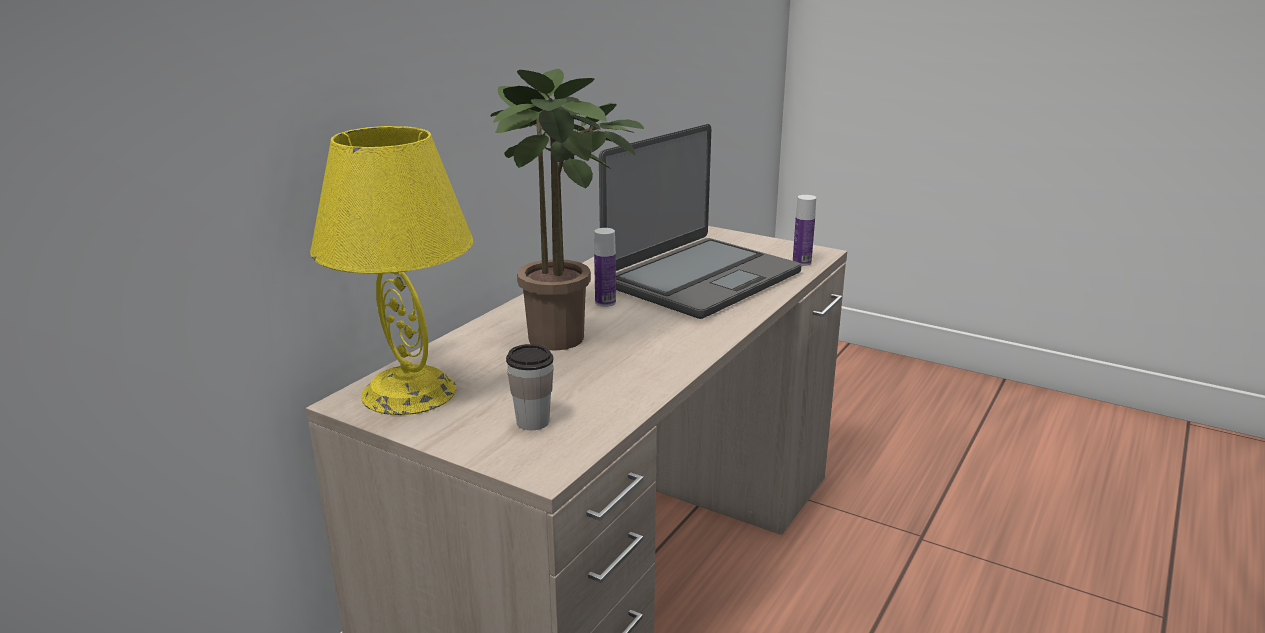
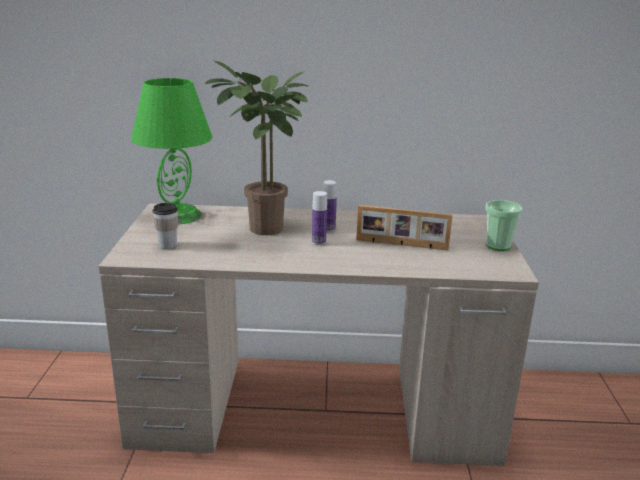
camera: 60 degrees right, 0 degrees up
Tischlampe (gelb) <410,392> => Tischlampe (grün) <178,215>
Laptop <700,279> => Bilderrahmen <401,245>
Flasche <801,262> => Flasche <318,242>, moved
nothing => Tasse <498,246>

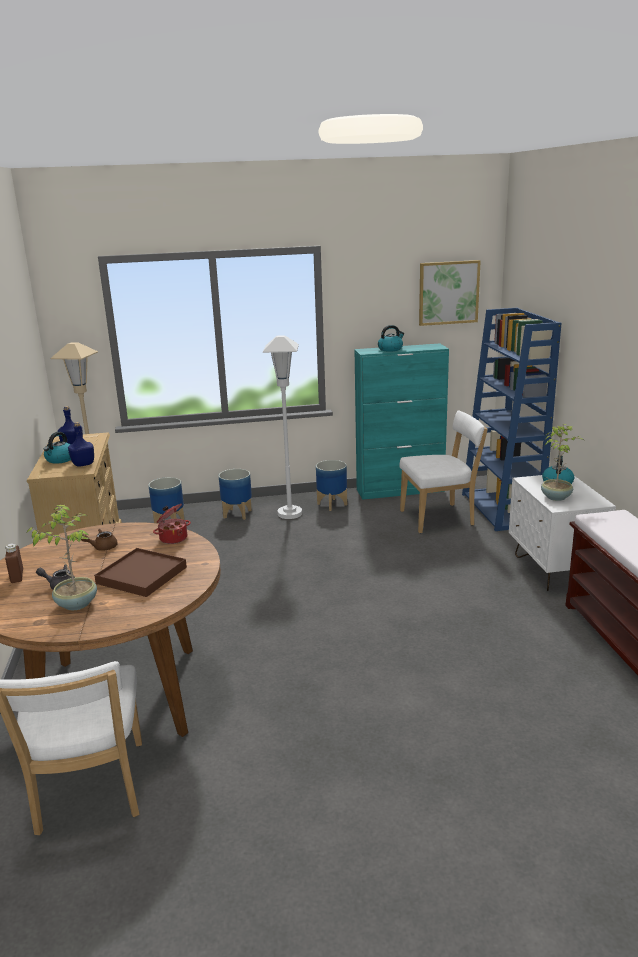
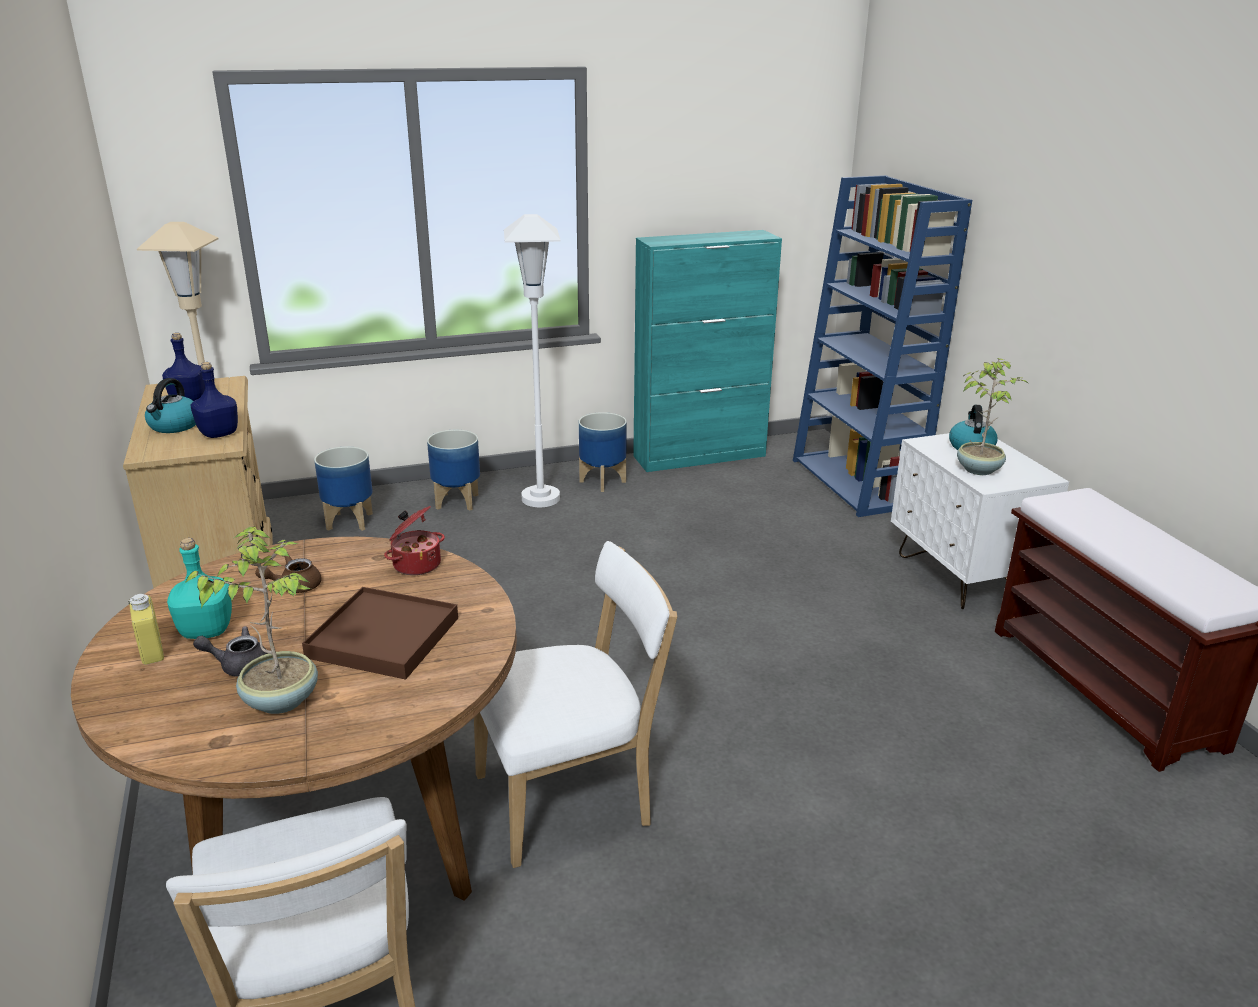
camera: 10 degrees left, 5 degrees up
Flasche (braun) <17,576> => Flasche (gelb) <151,650>
Wasserkessel <390,349> => nothing
Stuhl (weiß) <440,518> => Stuhl (weiß) <571,799>, moved
Bild <448,292> => nothing
nothing => Flasche (türkis) <206,629>

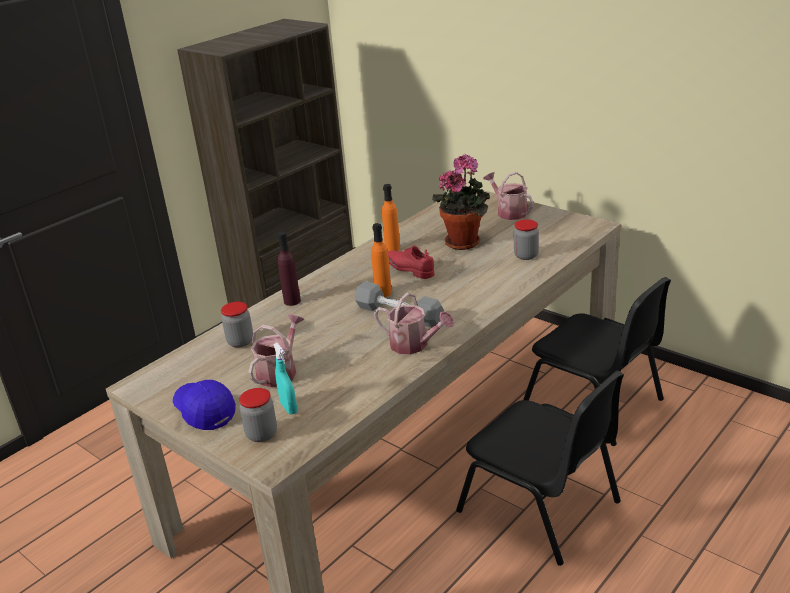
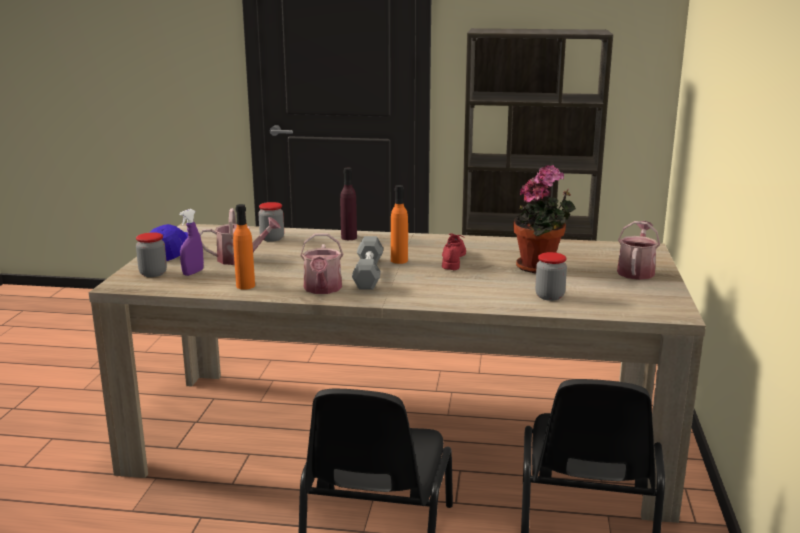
camera: 55 degrees right, 10 degrees down
Sprühflasche (türkis) <289,408> => Sprühflasche (lila) <193,272>
Flasche (orange) <392,248> => Flasche (orange) <245,286>, moved

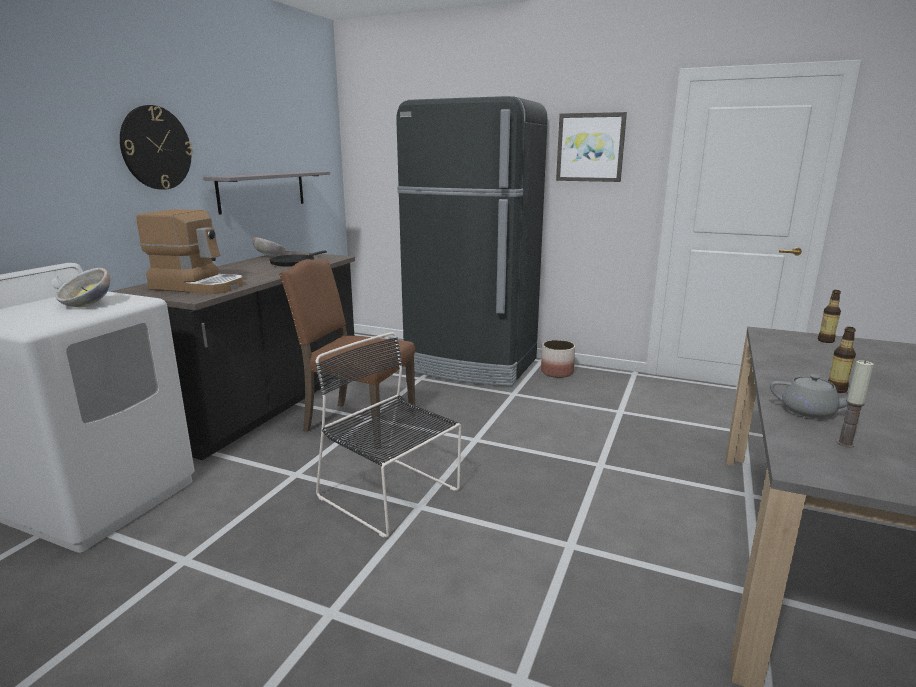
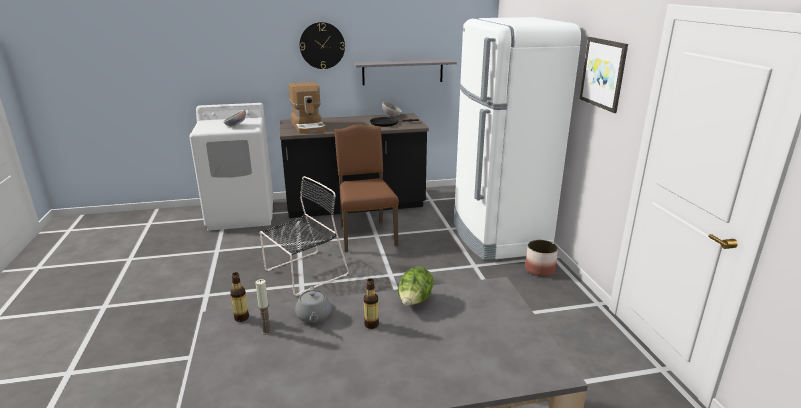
camera: 55 degrees right, 5 degrees up
Stuhl (schwarz) <391,495> => Stuhl (schwarz) <304,273>, 45 degrees clockwise
Kühlschrank (schwarz) <471,365> => Kühlschrank (weiß) <498,236>
Flasche <825,341> => Flasche <241,318>, moved
nothing => Salatkopf <414,302>

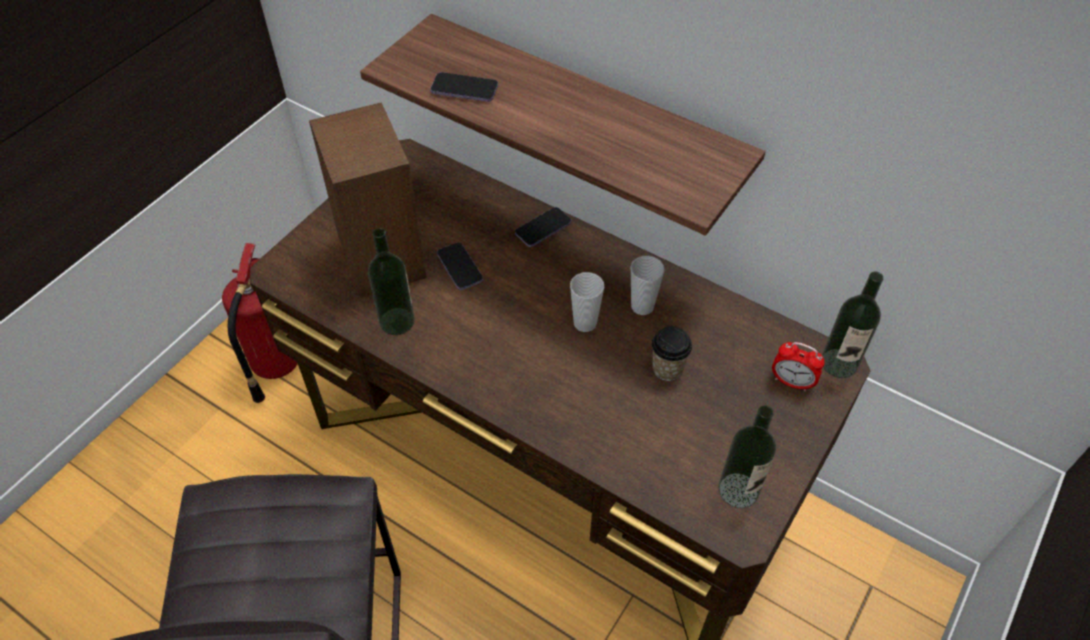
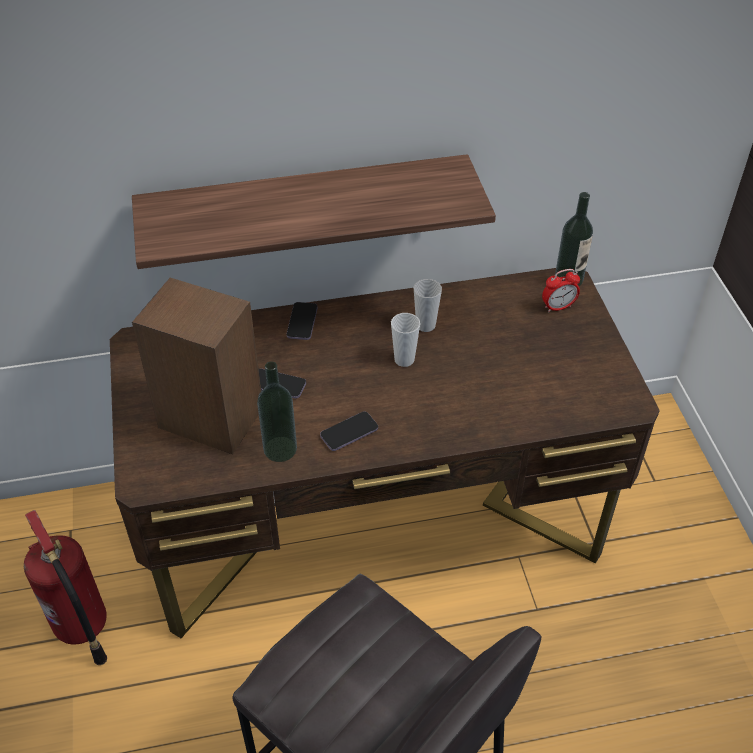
camera: 45 degrees left, 5 degrees down
Handy <464,89> => Handy <349,432>, moved
Tasse <667,369> => nothing
Flasche <738,490> => nothing

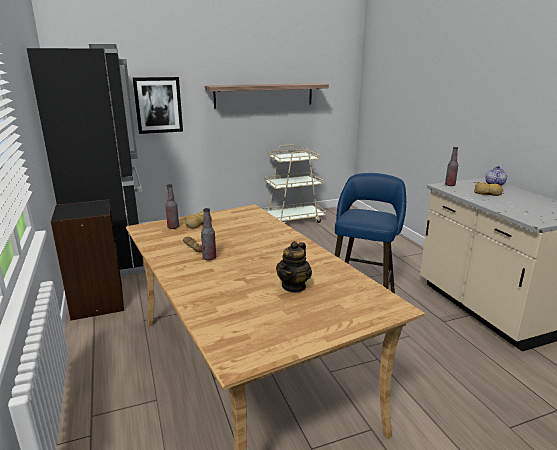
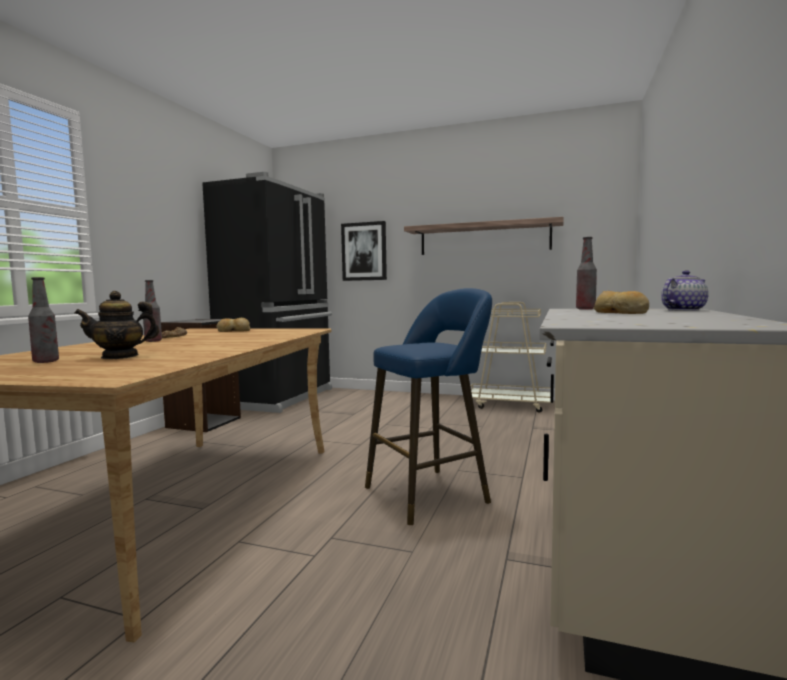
camera: 40 degrees right, 15 degrees down
Flasche <173,227> => Flasche <46,361>, moved

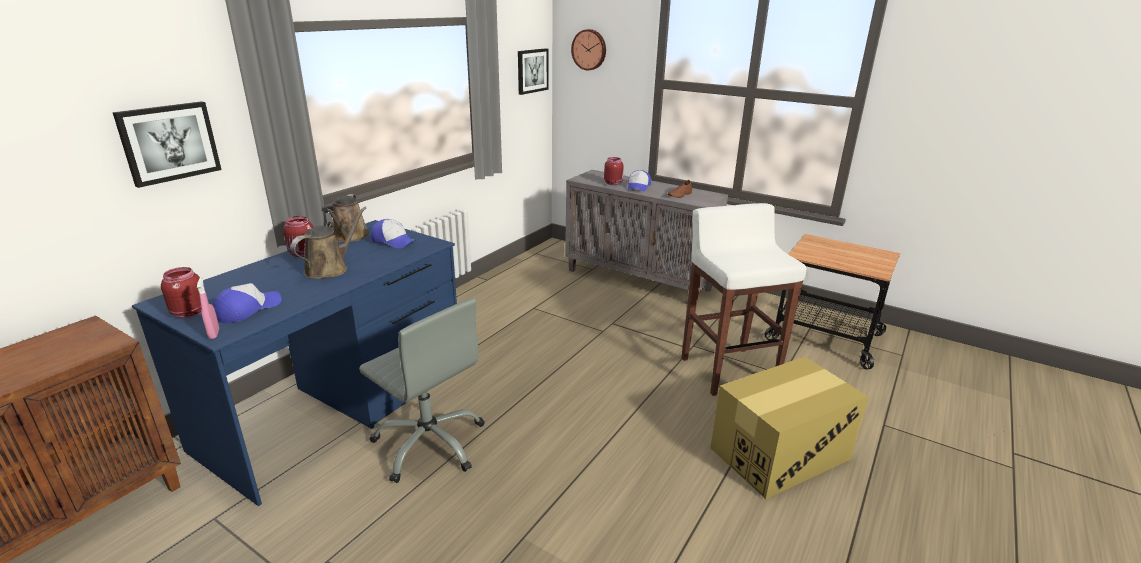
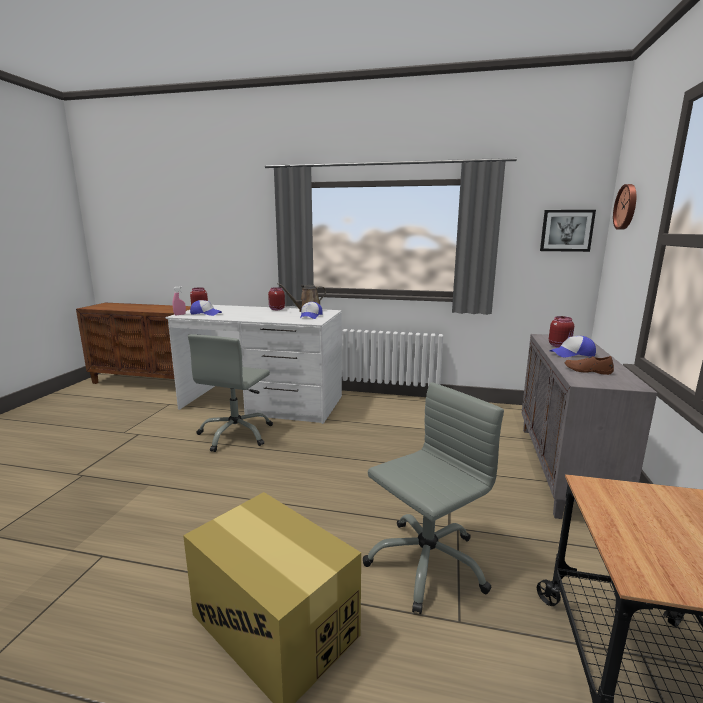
camera: 70 degrees right, 10 degrees down
Bild <169,142> => nothing
Schreibtisch (blau) <338,405> => Schreibtisch (weiß) <263,403>
Gießkanne (braun) <329,269> => nothing
Hocker (weiß) <728,370> => Bürostuhl (grau) <426,563>

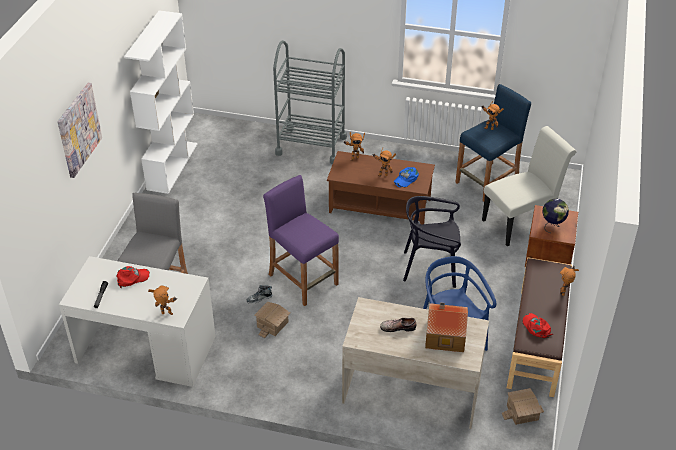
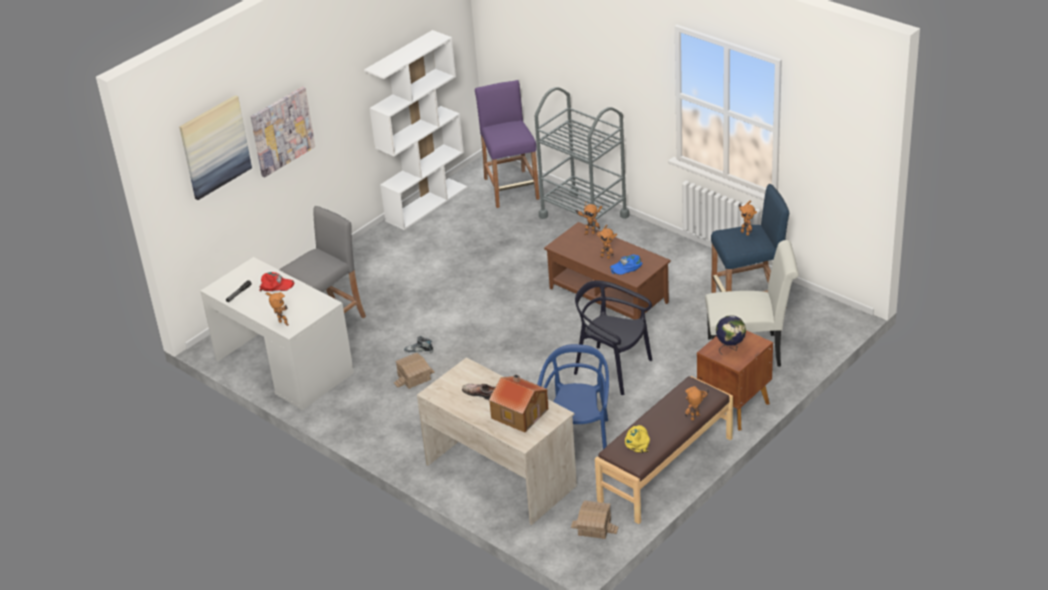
camera: 30 degrees right, 5 degrees down
Hocker (lila) <303,279> => Hocker (lila) <511,188>, moved
Kappe (rot) <536,327> => Kappe (gelb) <637,441>
nothing => Bild <214,147>

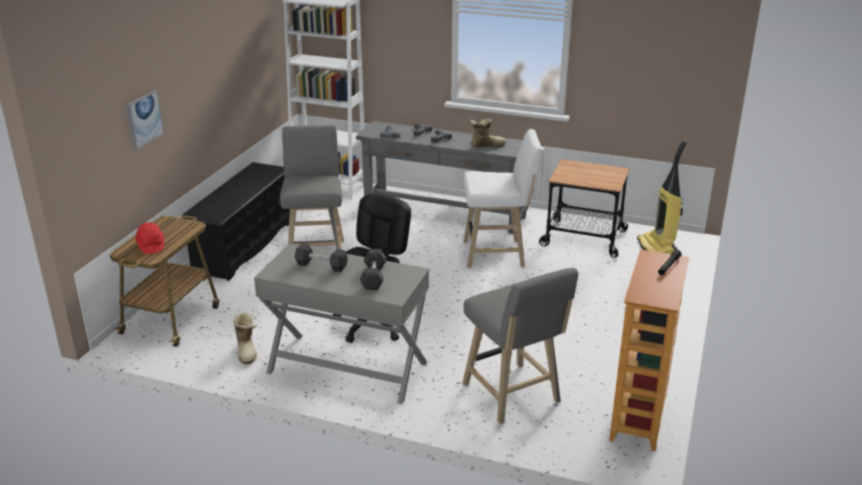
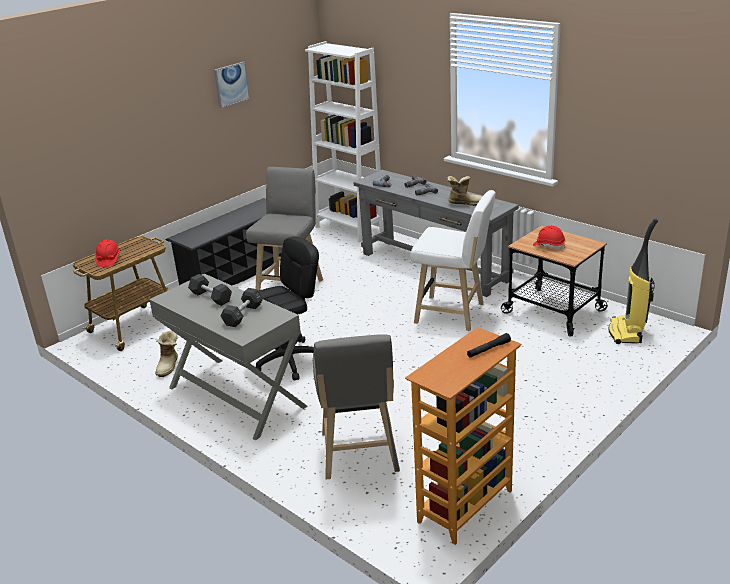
camera: 25 degrees right, 0 degrees up
Bild <144,119> => Bild <231,84>, moved
nothing => Schutzhelm (rot) <549,246>

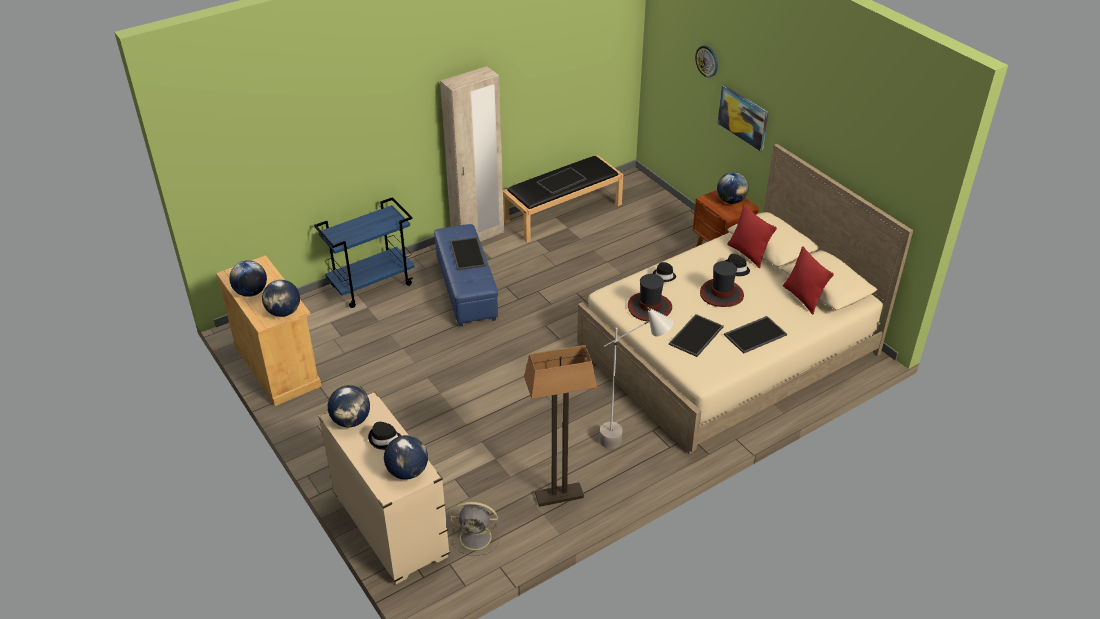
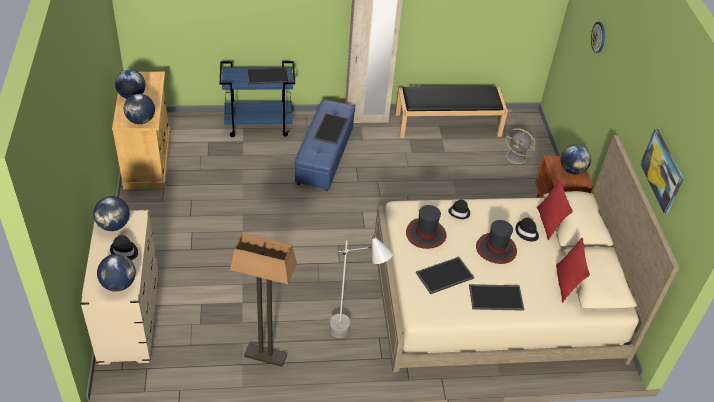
camera: 25 degrees right, 5 degrees up
Ventilator (grau) <477,537> => Ventilator (grau) <517,157>, moved
Tablett <561,181> => Tablett <267,76>, moved
Bild <743,117> => Bild <662,170>, moved

